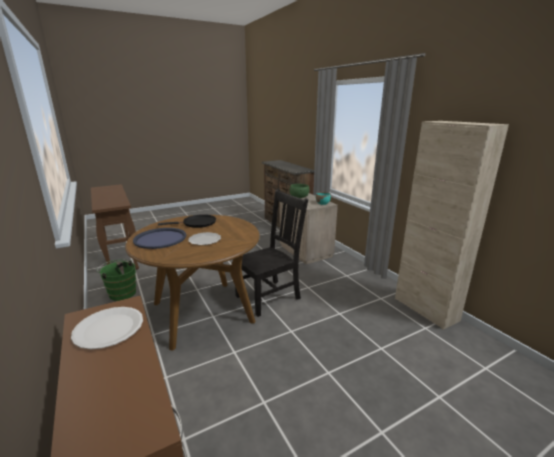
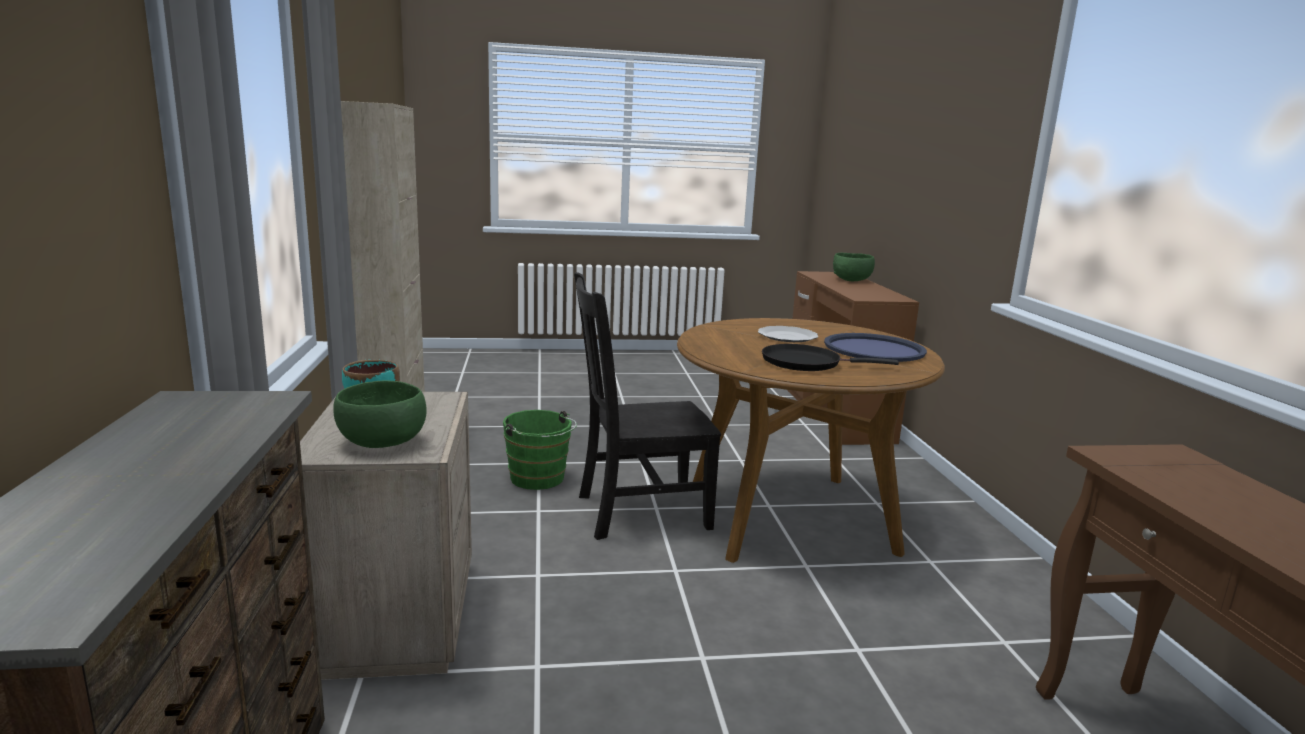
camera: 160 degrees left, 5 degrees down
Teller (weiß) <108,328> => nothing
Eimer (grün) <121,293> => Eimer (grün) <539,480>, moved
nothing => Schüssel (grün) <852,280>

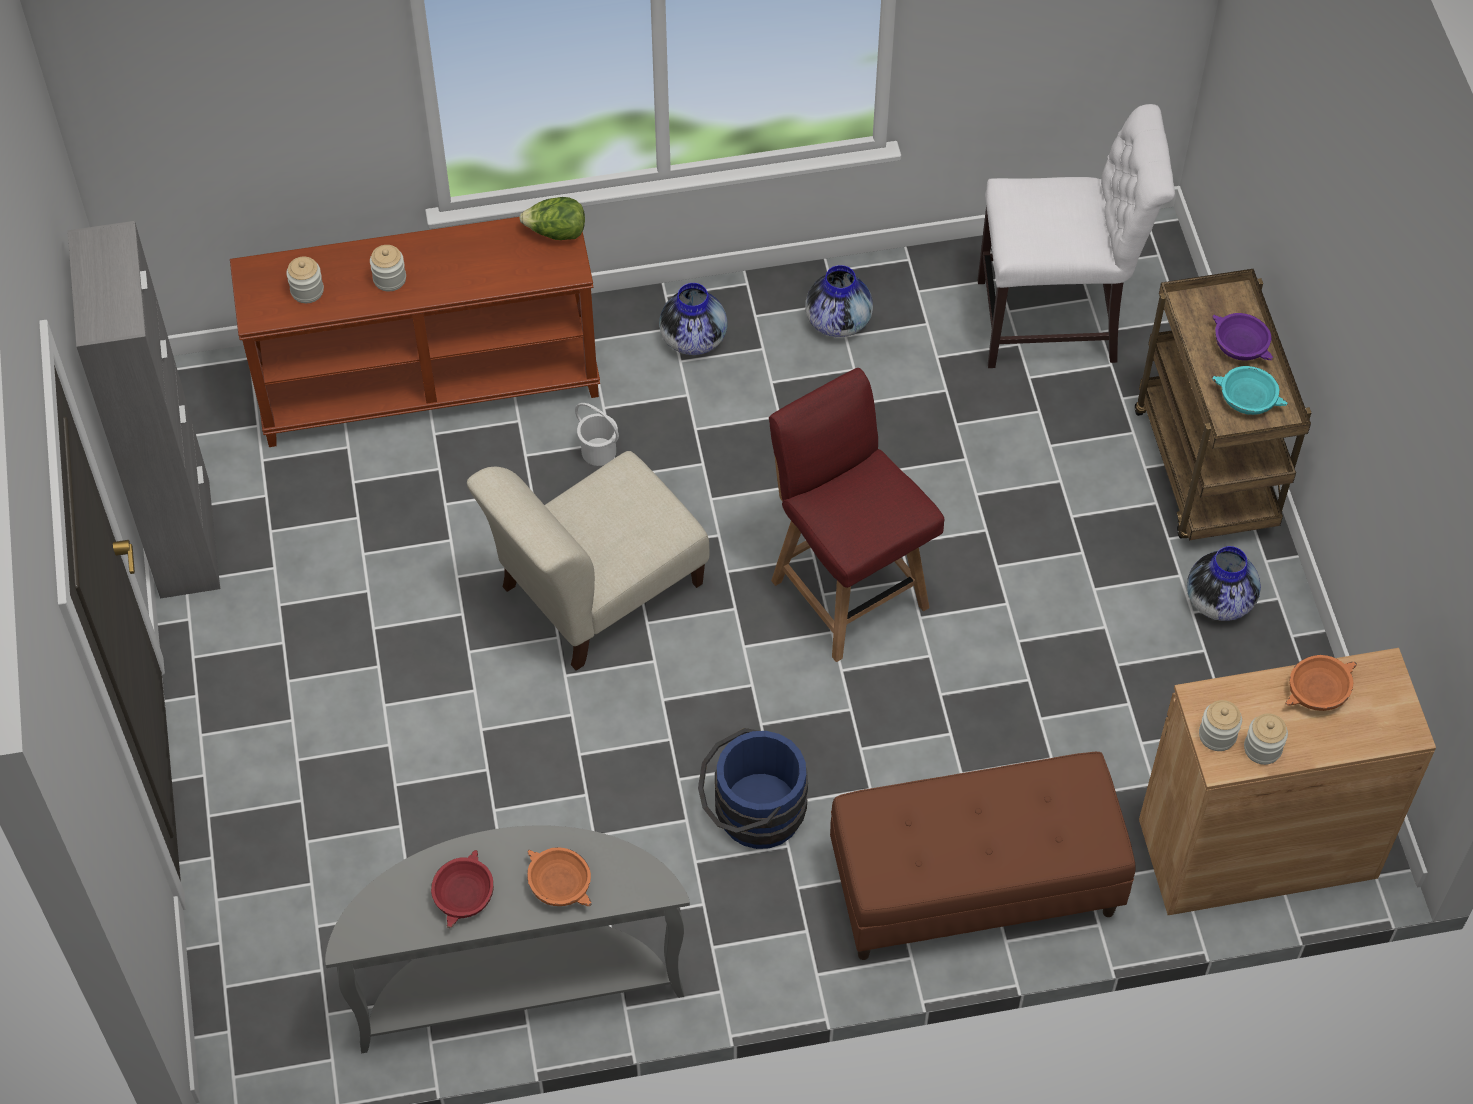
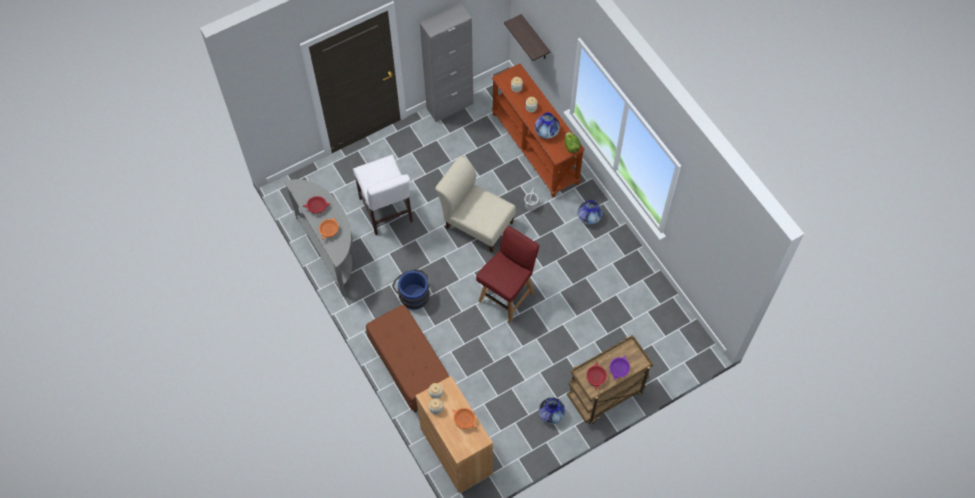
camera: 70 degrees right, 5 degrees up
Vase <838,321> => Vase <546,132>, moved
Stuhl (weiß) <1057,322> => Stuhl (weiß) <386,212>, moved
Schüssel (türkis) <1248,399> => Schüssel (rot) <596,378>
nothing => Wandregal <535,39>

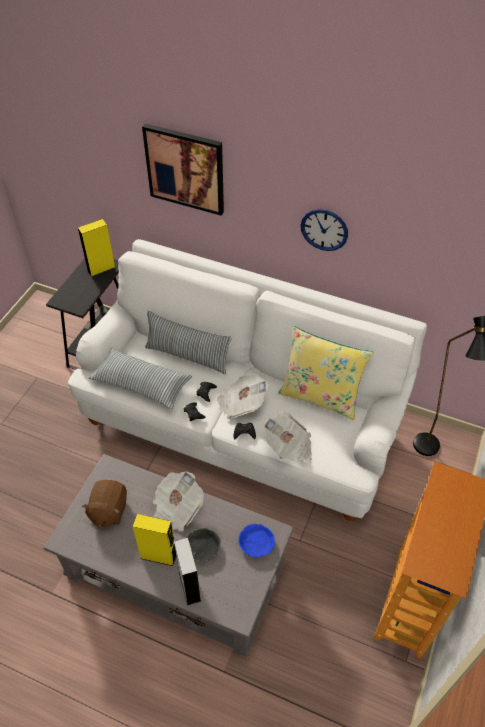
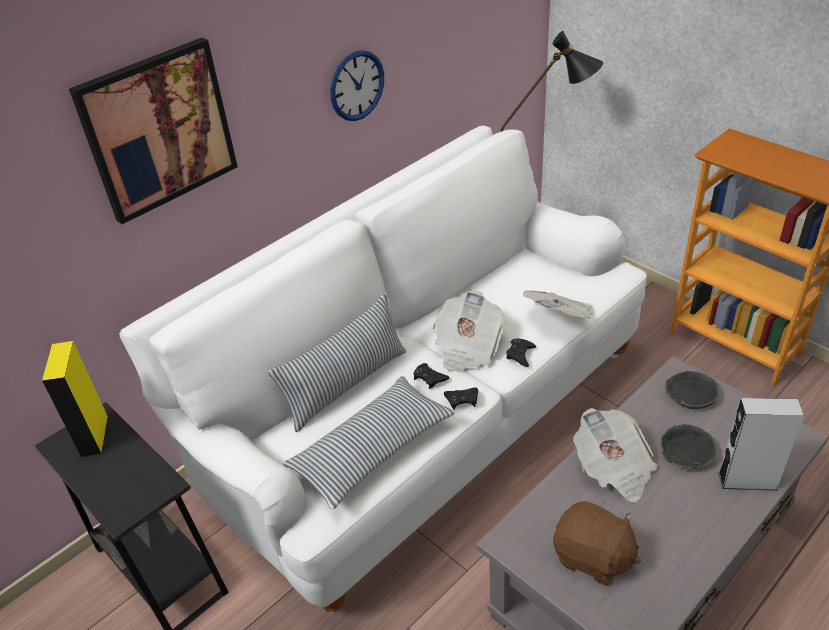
camera: 65 degrees left, 10 degrees down
Lautsprecher (gelb) <159,556> => nothing
Schüssel (blau) <256,543> => Schüssel (grau) <690,395>
Kissen (gelb) <320,396> => nothing

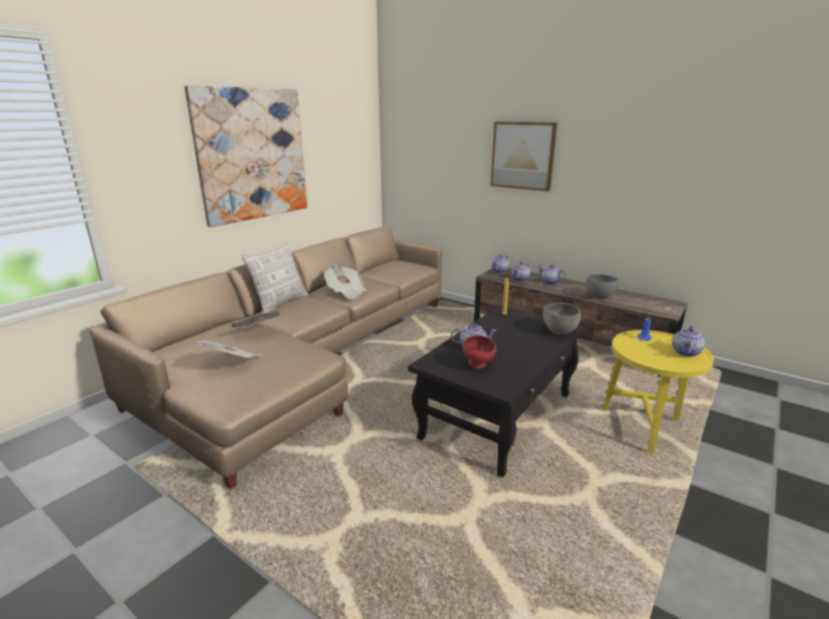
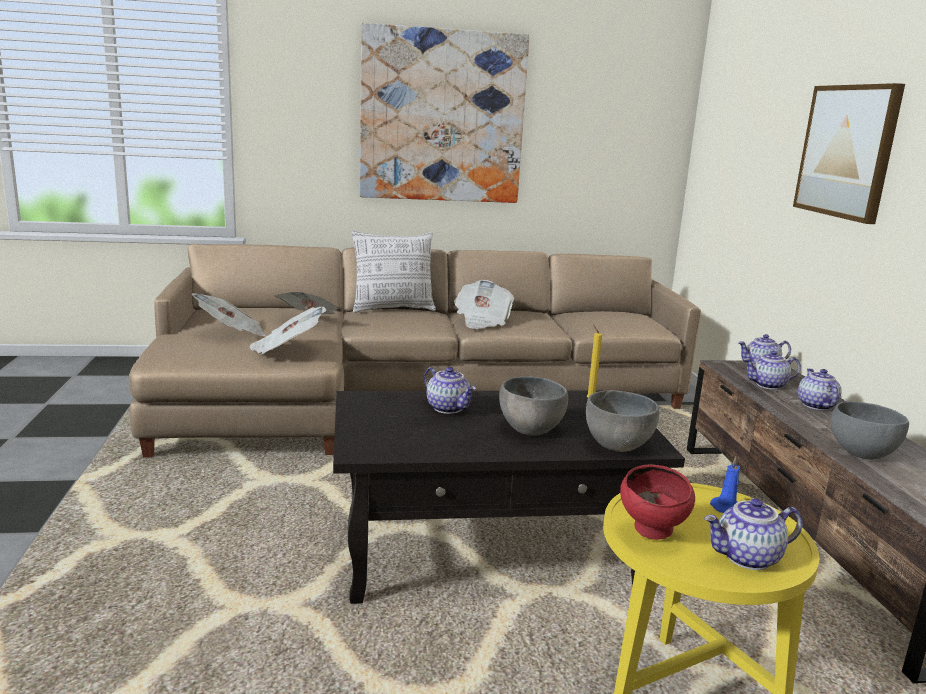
camera: 45 degrees right, 5 degrees down
Schüssel (rot) <478,366> => Schüssel (rot) <653,533>, moved
nothing => Zeitung <286,349>
nothing => Schüssel (grau) <531,430>

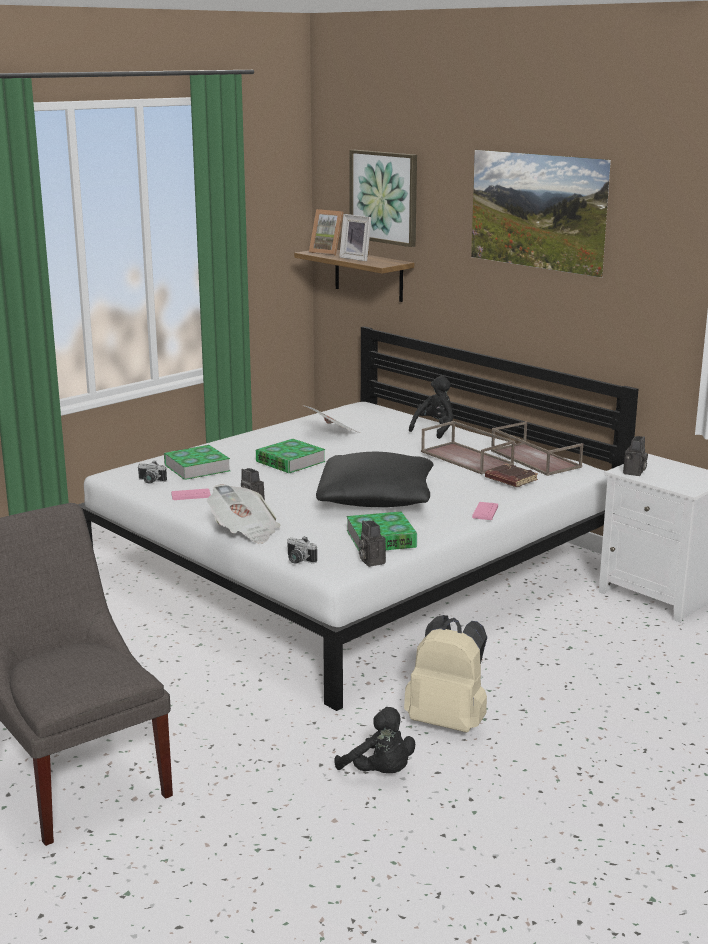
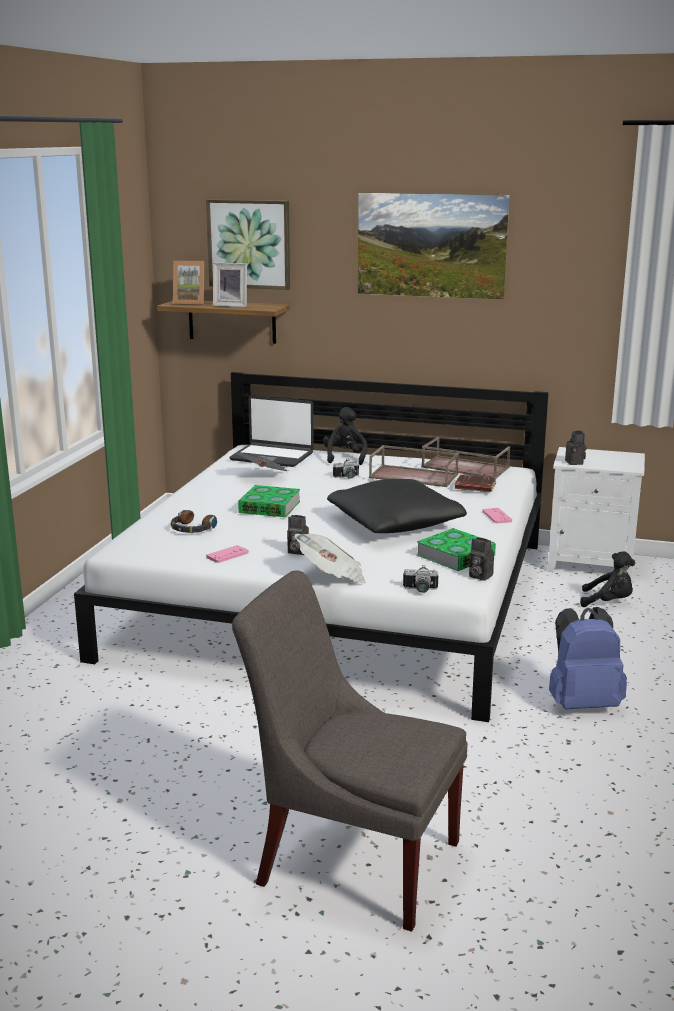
camera: 30 degrees left, 0 degrees up
Kamera <150,481> => Kamera <347,477>, moved
Buch <197,468> => Kopfhörer <192,529>
Plüschtier (schwarz) <380,773> => Plüschtier (schwarz) <608,602>, moved
Rucksack (beige) <448,722> => Rucksack (blau) <582,703>
nothing => Laptop <272,456>

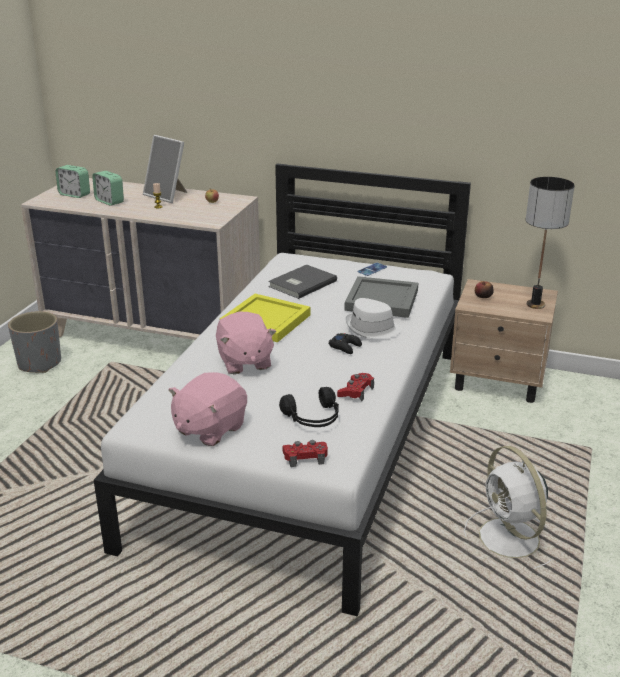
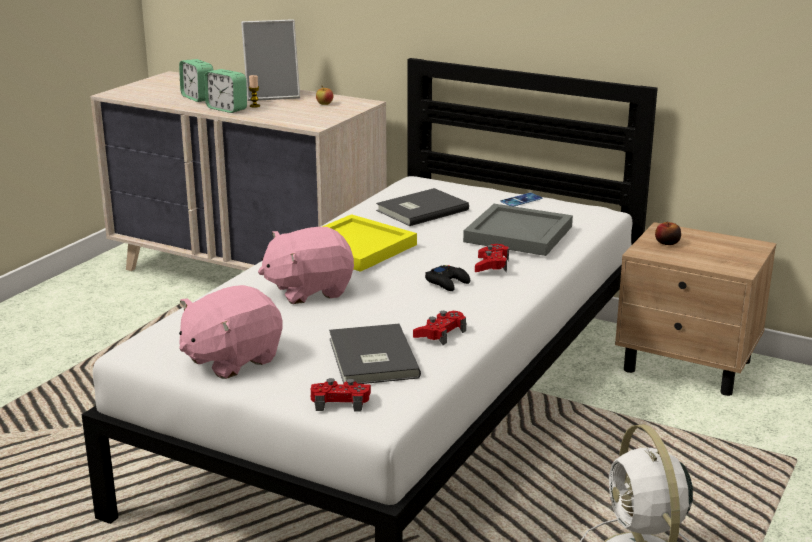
camera: 10 degrees right, 5 degrees down
Pflanzkübel (grau) <40,364> => nothing
Wecker <74,194> => Wecker <227,109>, moved
Bilderrahmen <168,196> => Bilderrahmen <272,95>, 60 degrees counterclockwise
Plüschtier (rosa) <244,362> => Plüschtier (rosa) <308,290>, 75 degrees clockwise
Kopfhörer (schwarz) <313,418> => Buch (grau) <370,359>
Hut (weiß) <372,329> => Gamepad (rot) <492,265>
Tischlampe <535,304> => nothing

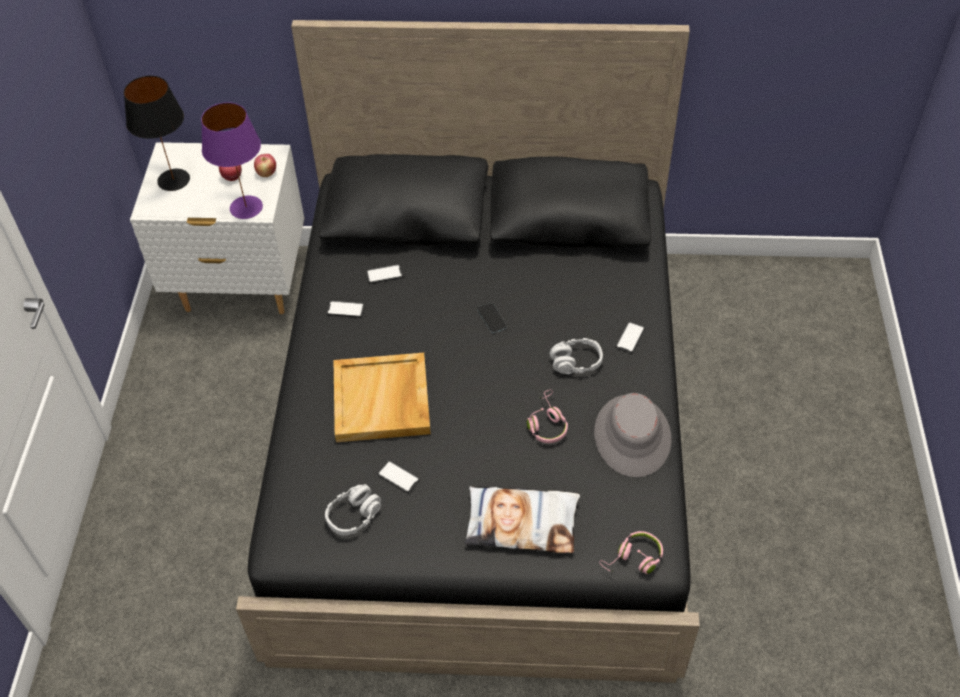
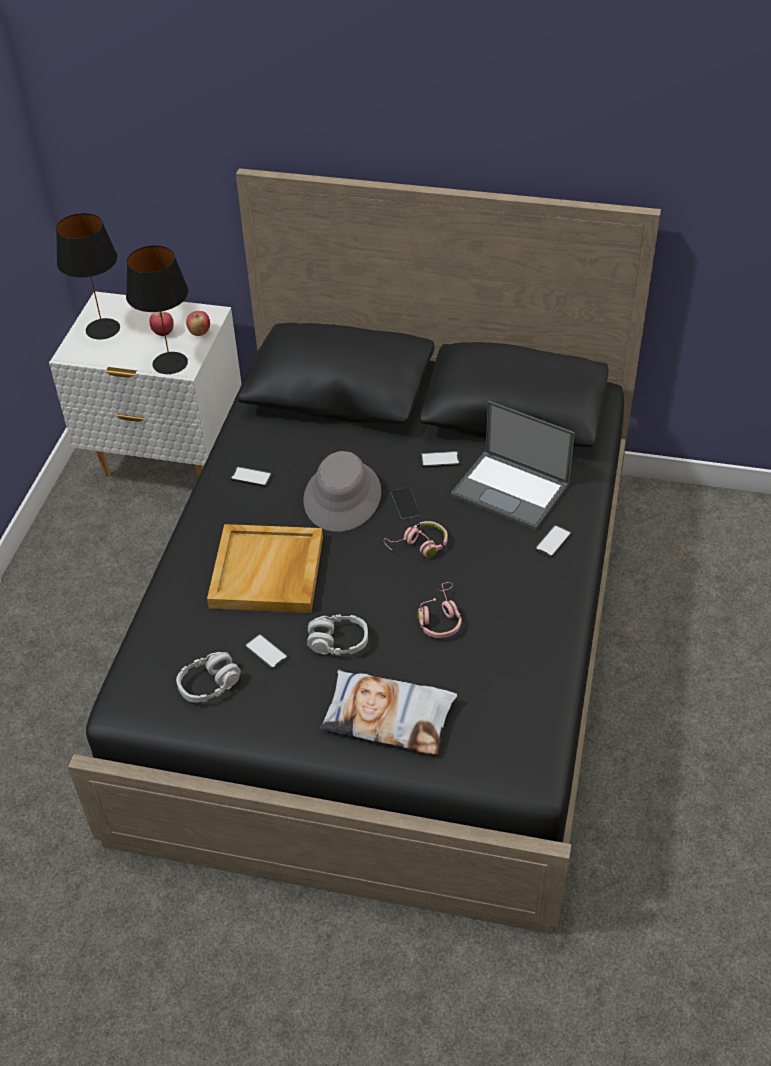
camera: 10 degrees right, 5 degrees down
Tischlampe (lila) <246,207> => Tischlampe (schwarz) <170,363>
Handy <384,274> => Handy <440,459>, moved
Kopfhörer (grau) <576,362> => Kopfhörer (grau) <338,642>, moved
Hut (grau) <632,436> => Hut (grau) <343,497>, moved
Kopfhörer (rosa) <634,559> => Kopfhörer (rosa) <419,545>, moved
nothing => Laptop <512,490>

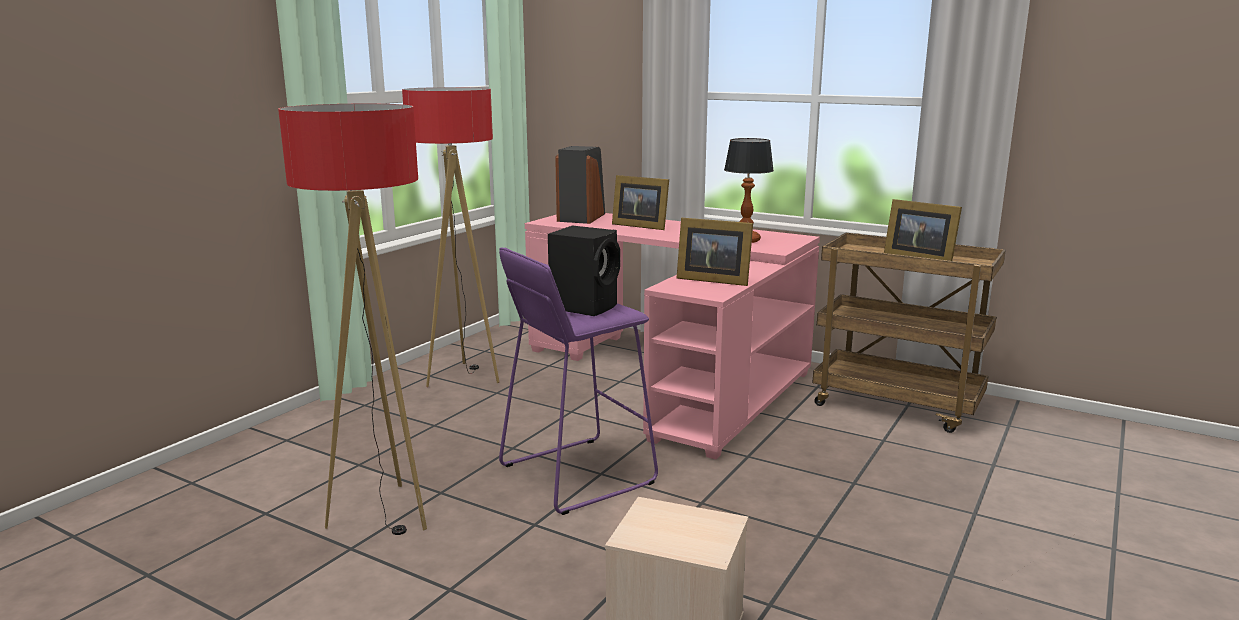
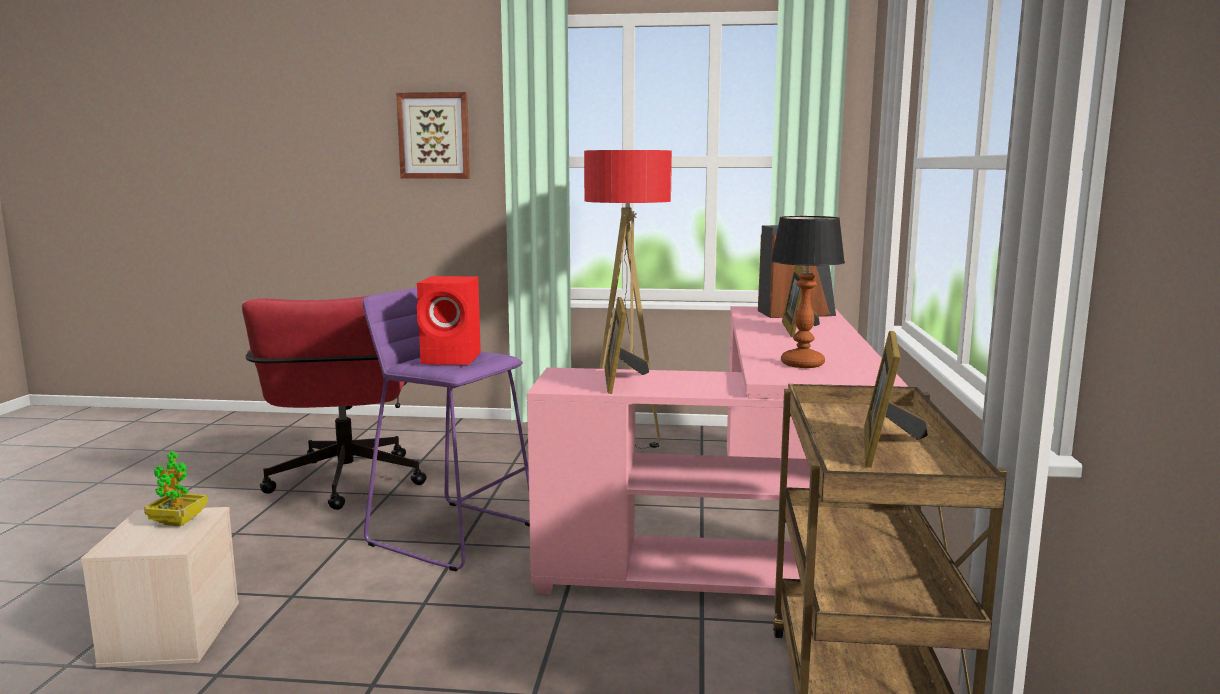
camera: 65 degrees right, 5 degrees down
Stehlampe <384,514> => Bürostuhl (rot) <344,486>
Lautsprecher (schwarz) <585,306> => Lautsprecher (rot) <453,359>
nothing => Topfpflanze <178,522>
nothing => Bild <434,136>

